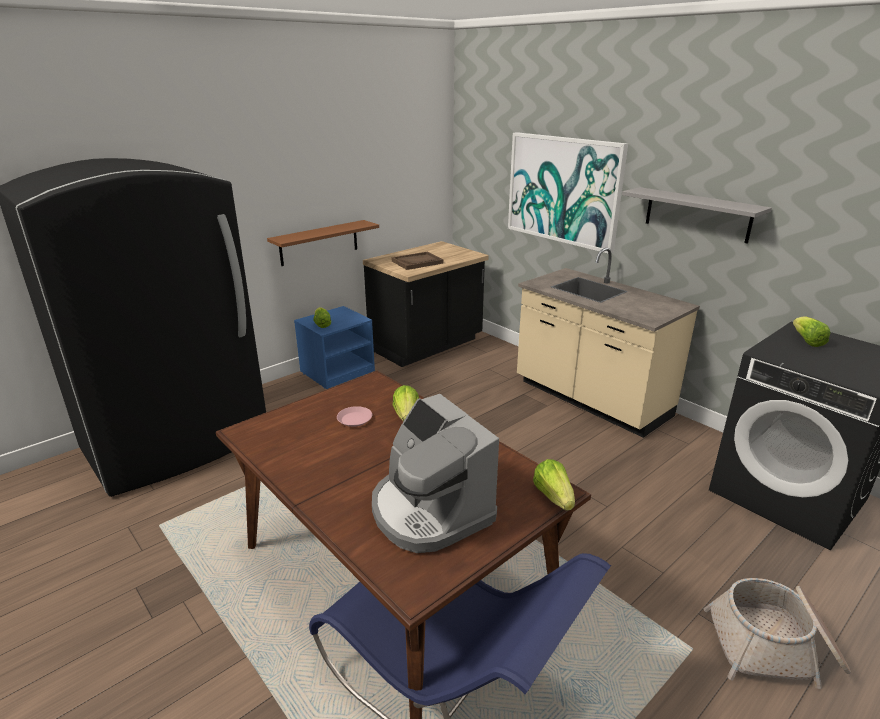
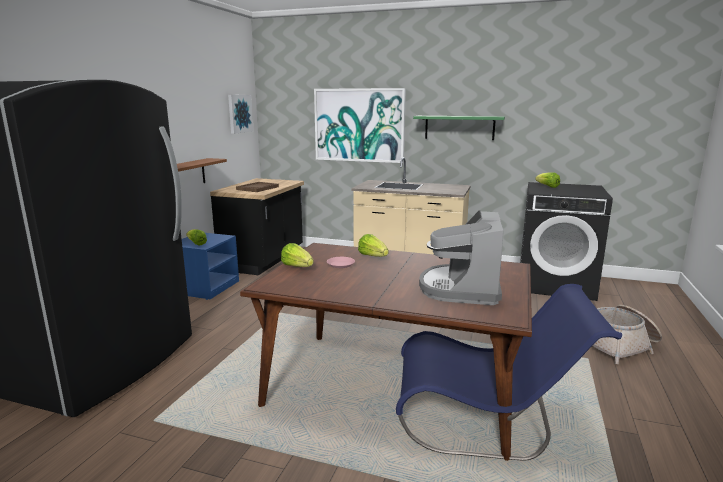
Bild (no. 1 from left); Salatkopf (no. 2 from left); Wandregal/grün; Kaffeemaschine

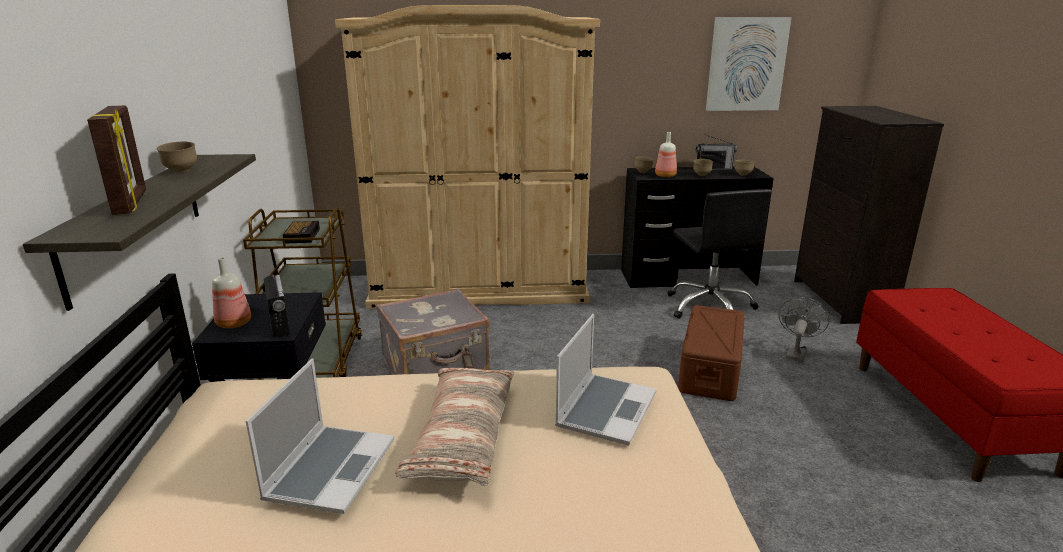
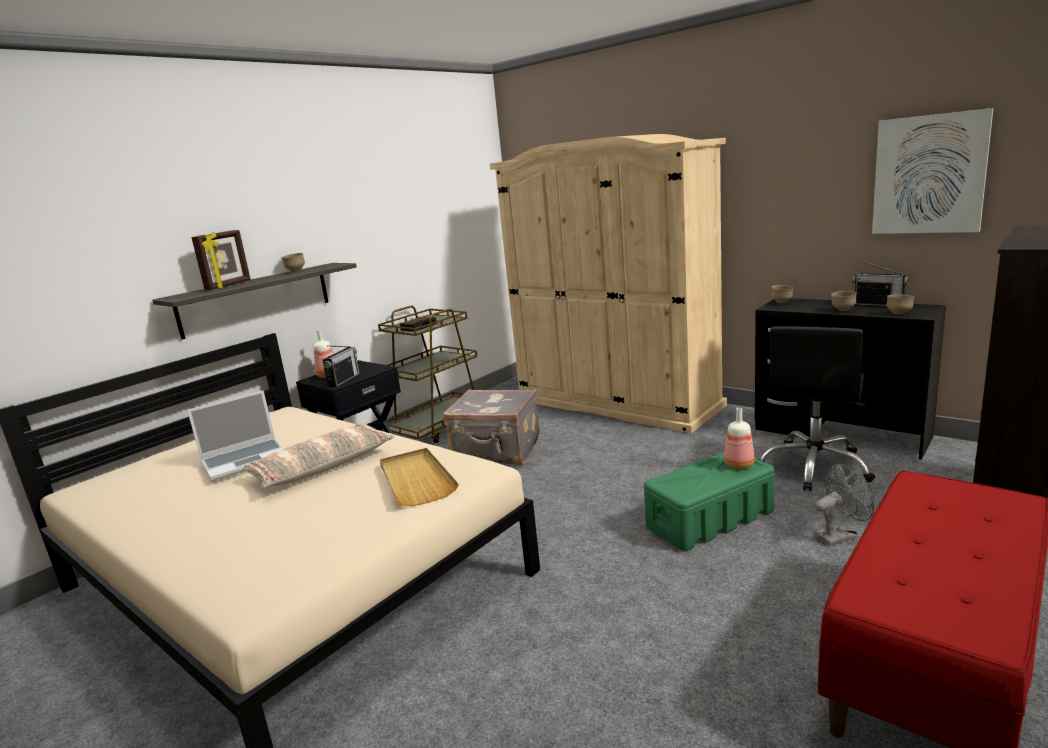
Tablett/beige; Aufbewahrungsbox/grün; Flasche (no. 2 from left)

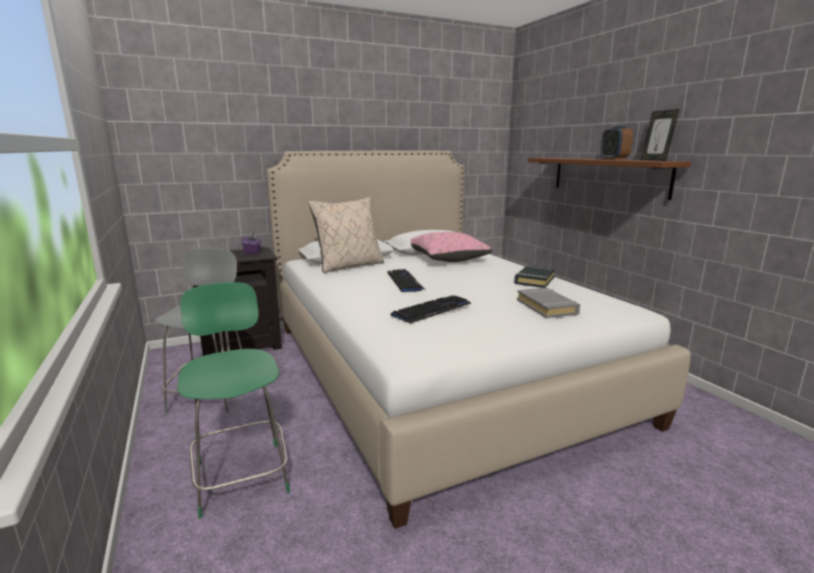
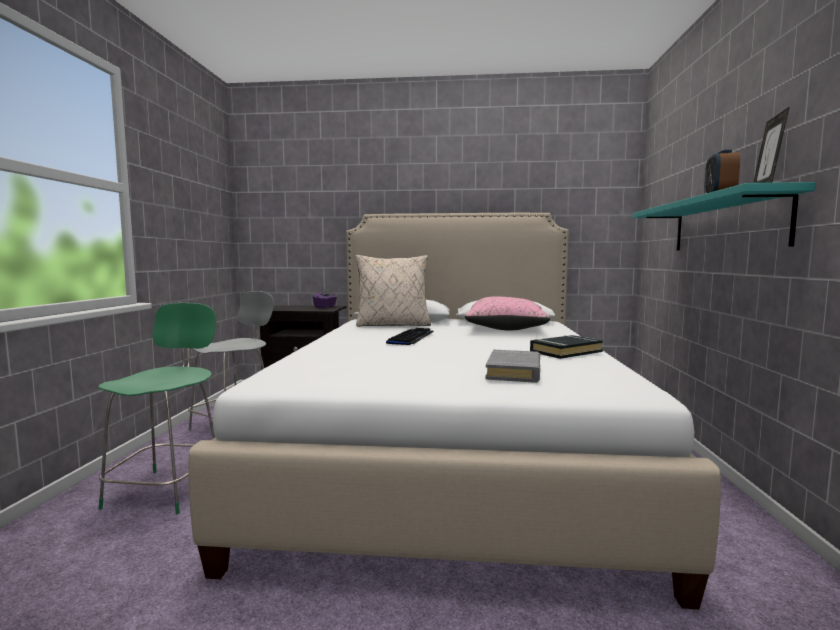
Wandregal/türkis; Tastatur (no. 2 from left in the first image)

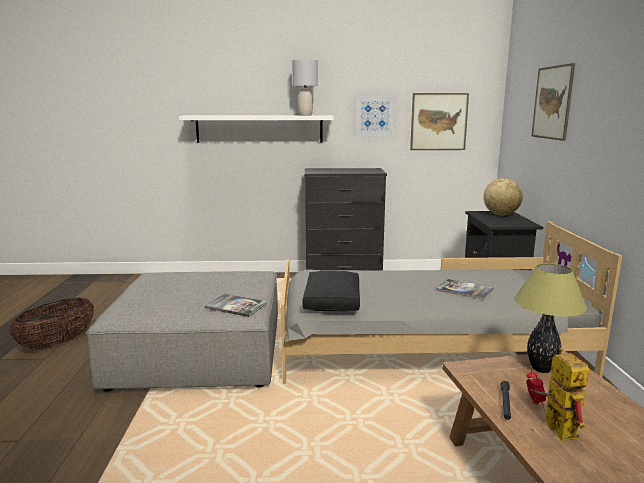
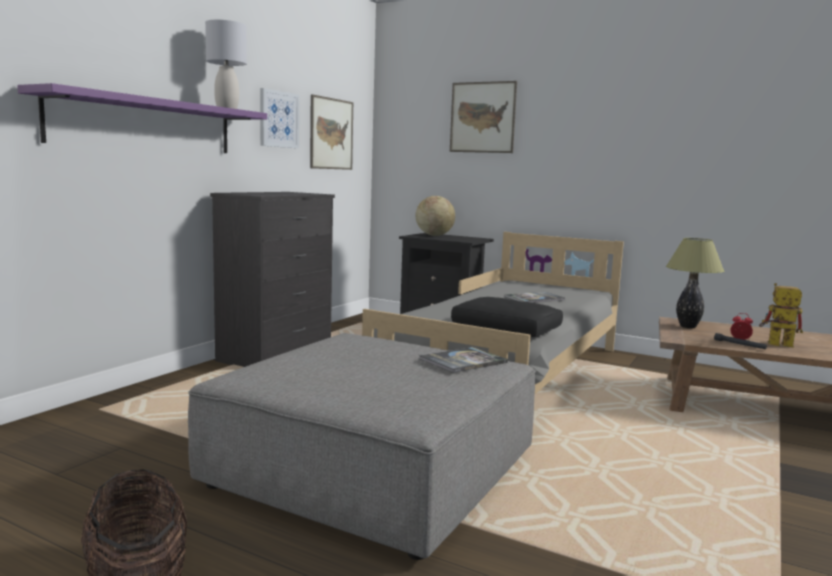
Wandregal/lila

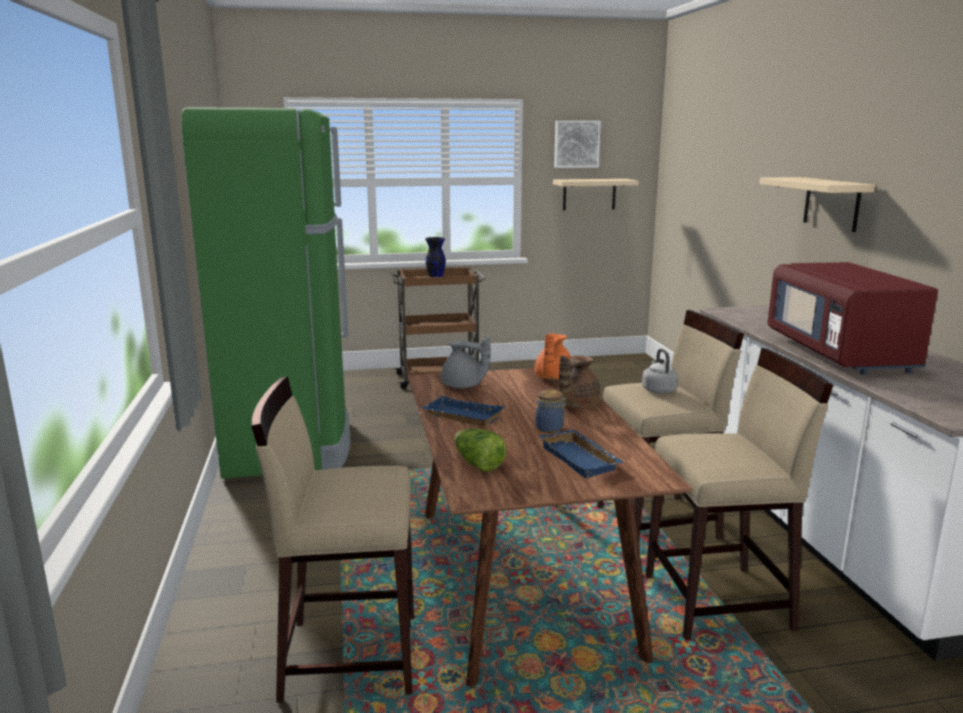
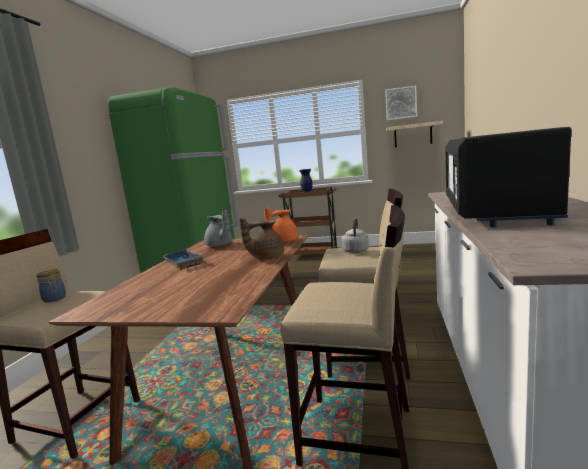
Vorratsglas; Mikrowelle/schwarz; Salatkopf; Tablett/blau (no. 2 from left in the first image); Wandregal/beige (no. 2 from left in the first image)

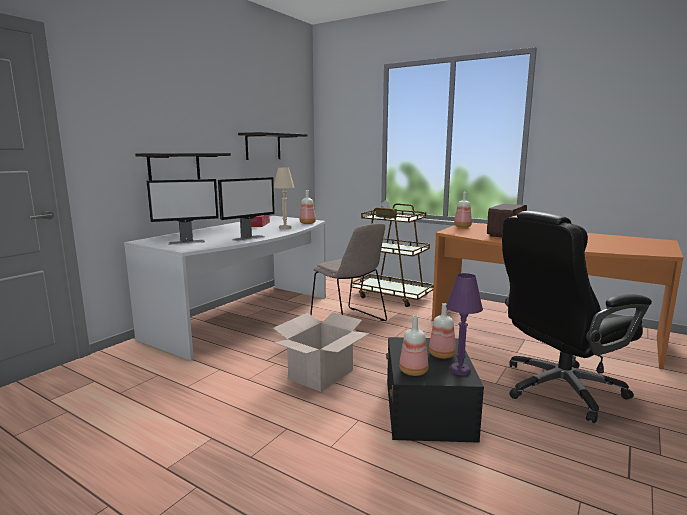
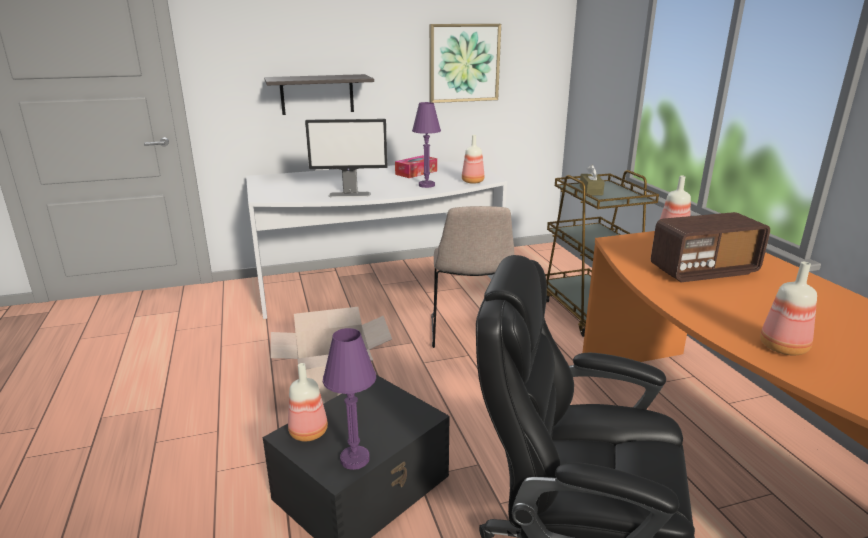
Tischlampe/lila (no. 2 from left); Bild; Flasche (no. 4 from left); Monitor (no. 1 from left in the first image)

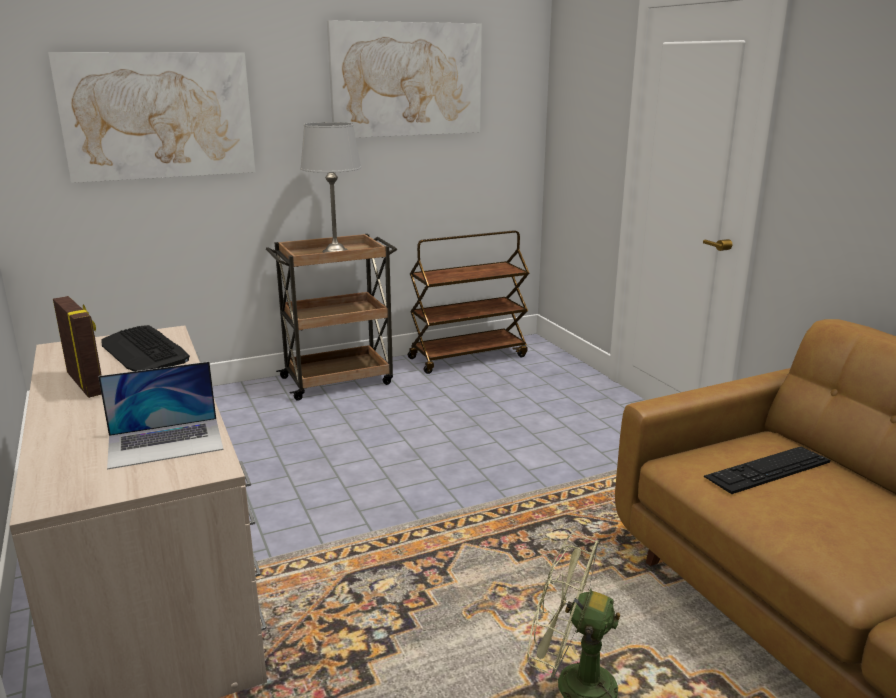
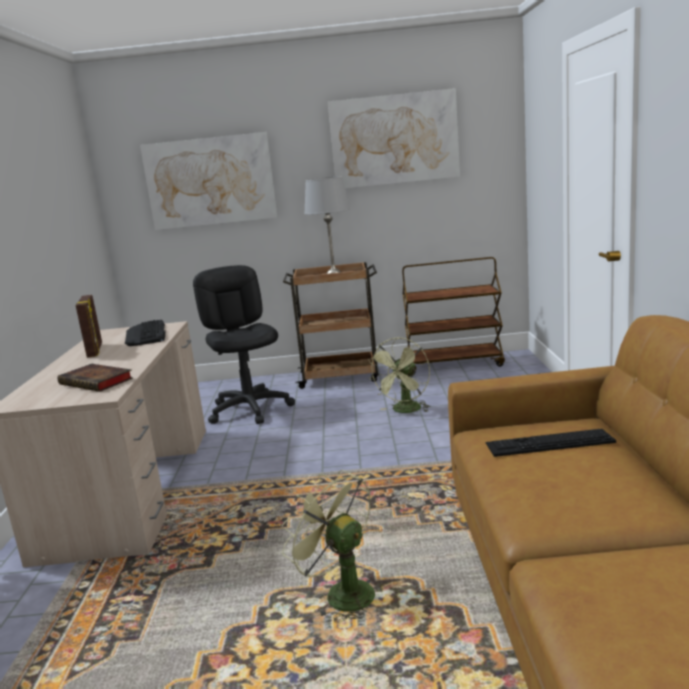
Buch; Bürostuhl/schwarz; Ventilator/grün (no. 2 from left)

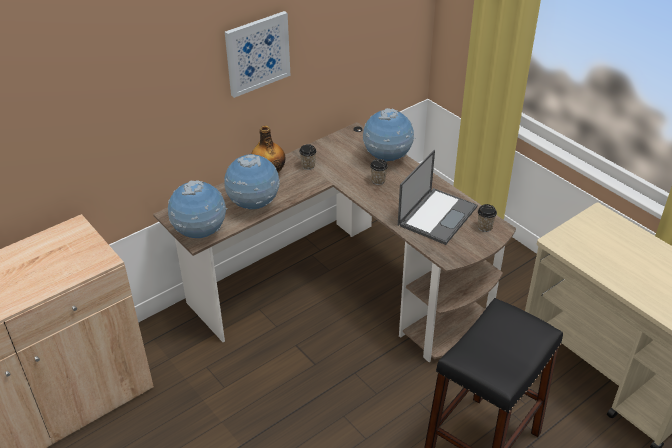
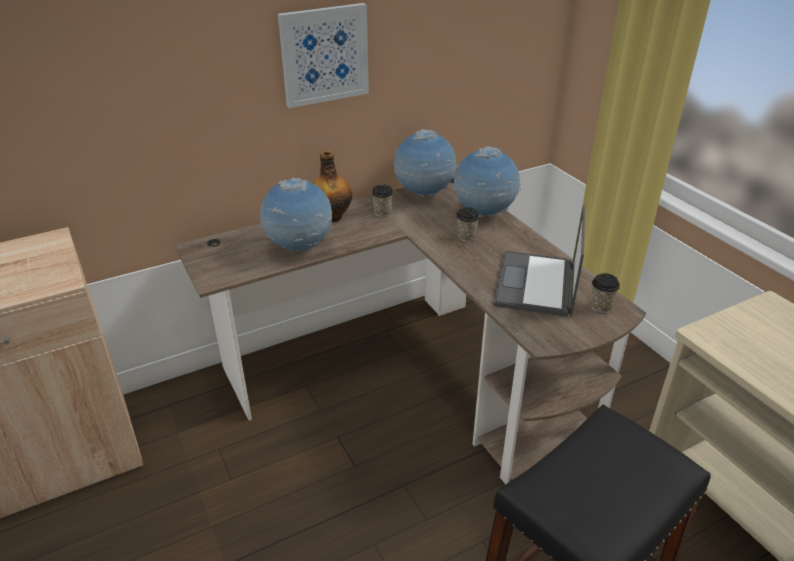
Globus (no. 2 from left); Laptop

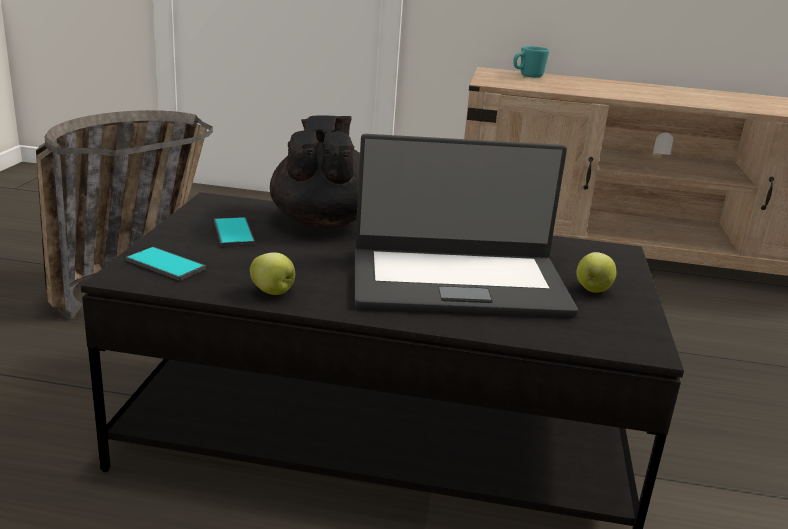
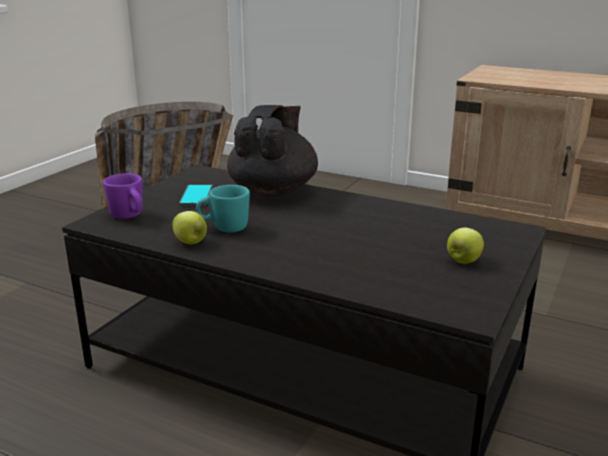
Henkelbecher/lila; Henkelbecher/türkis; Laptop

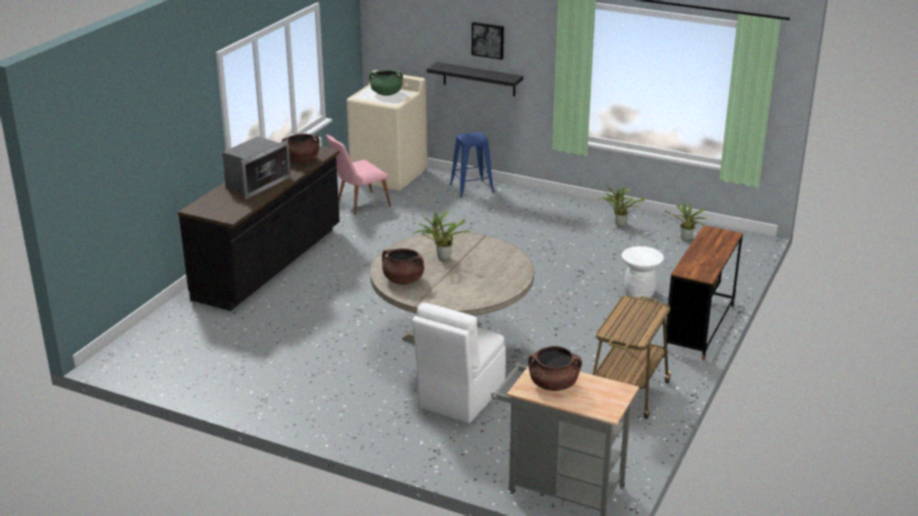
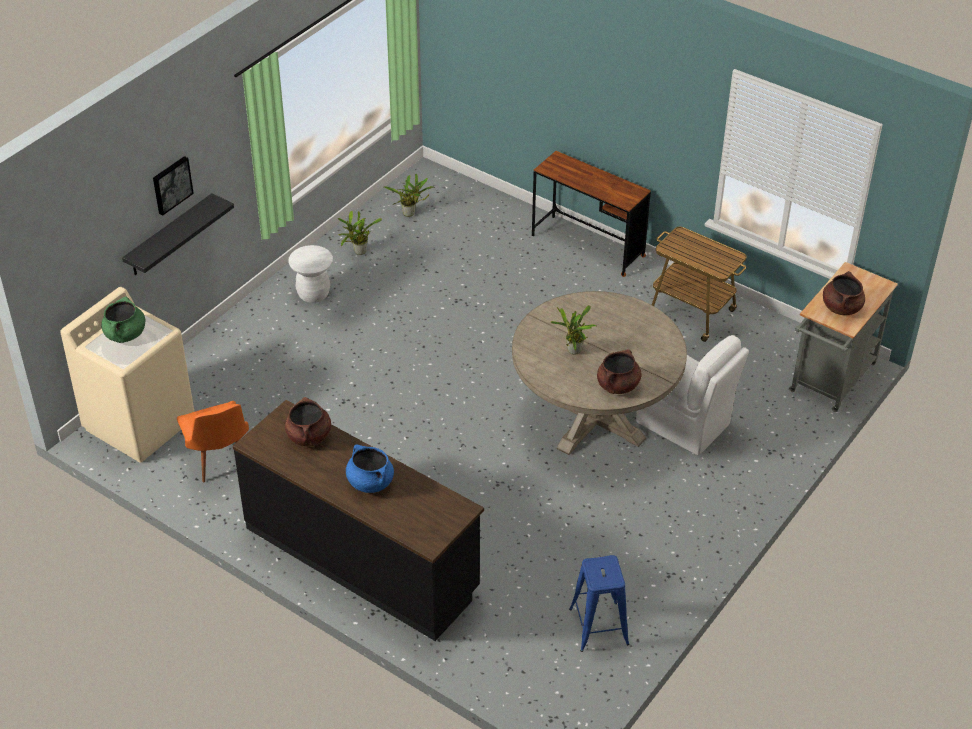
Stuhl/orange; Hocker/weiß; Kochtopf/blau; Hocker/blau

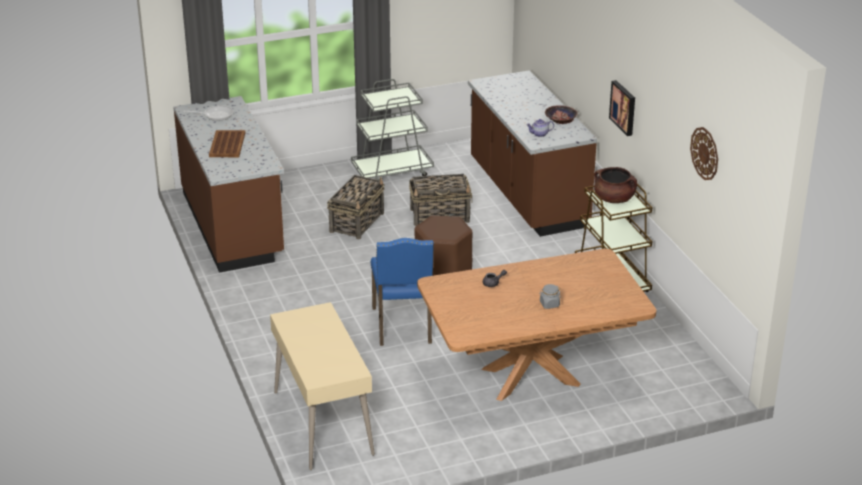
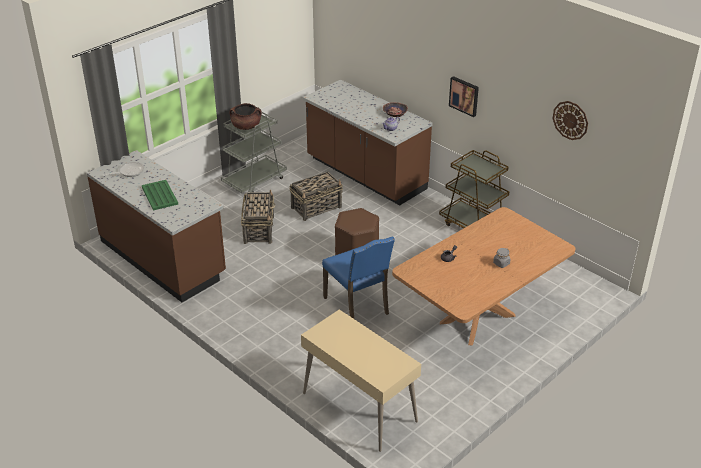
Tablett/grün; Kochtopf/braun

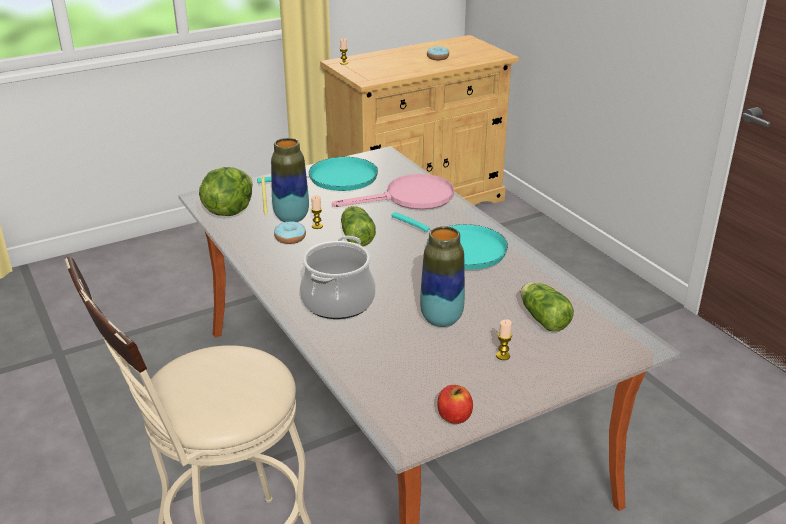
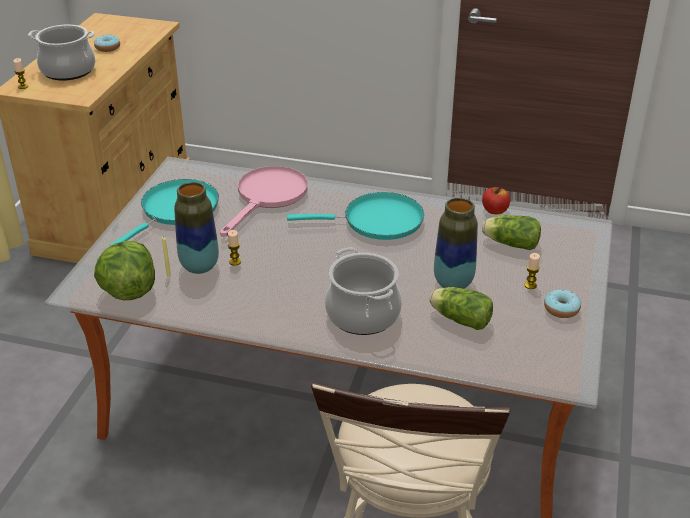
Kochtopf (no. 1 from left); Salatkopf (no. 2 from left); Apfel; Donut (no. 2 from left)

